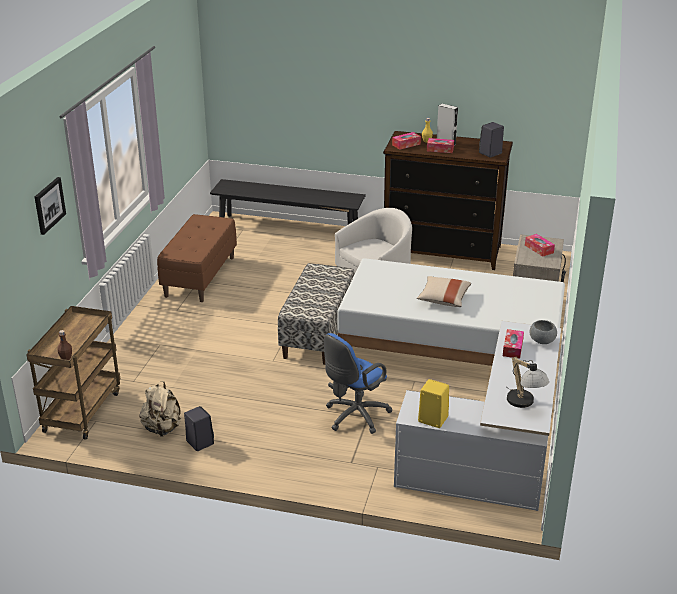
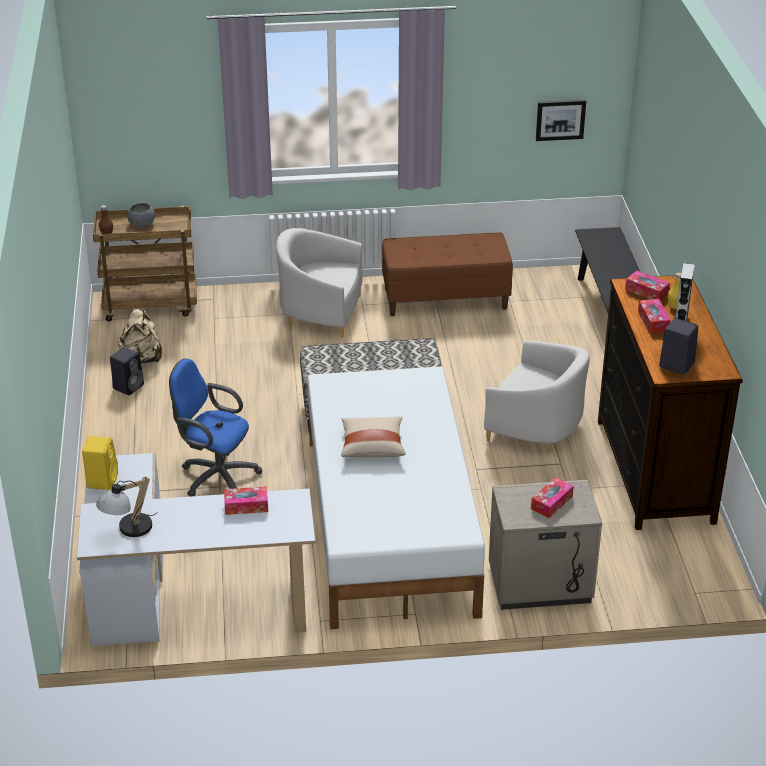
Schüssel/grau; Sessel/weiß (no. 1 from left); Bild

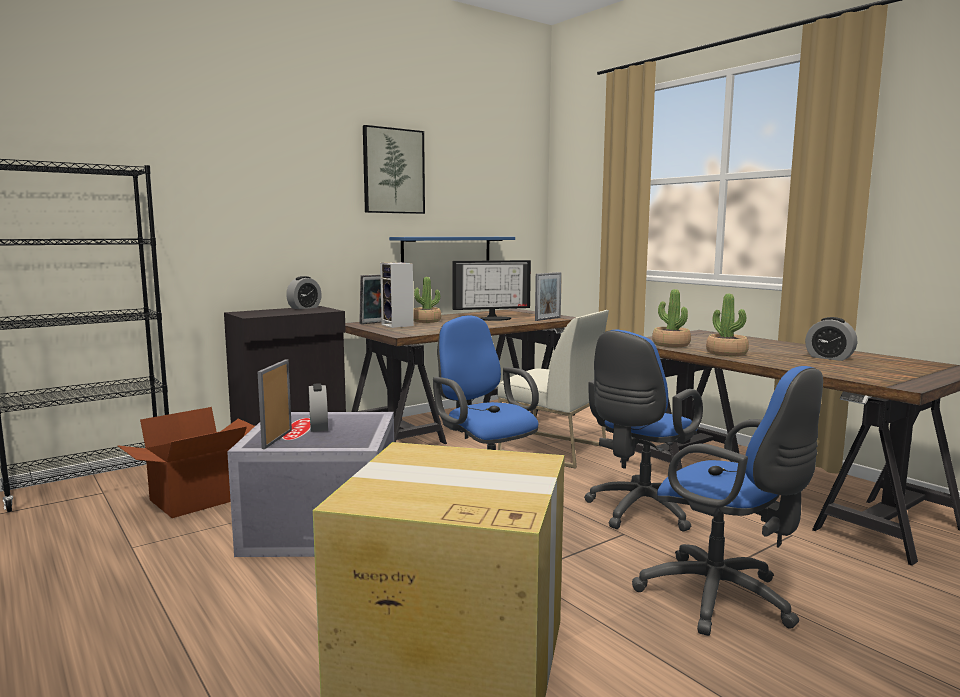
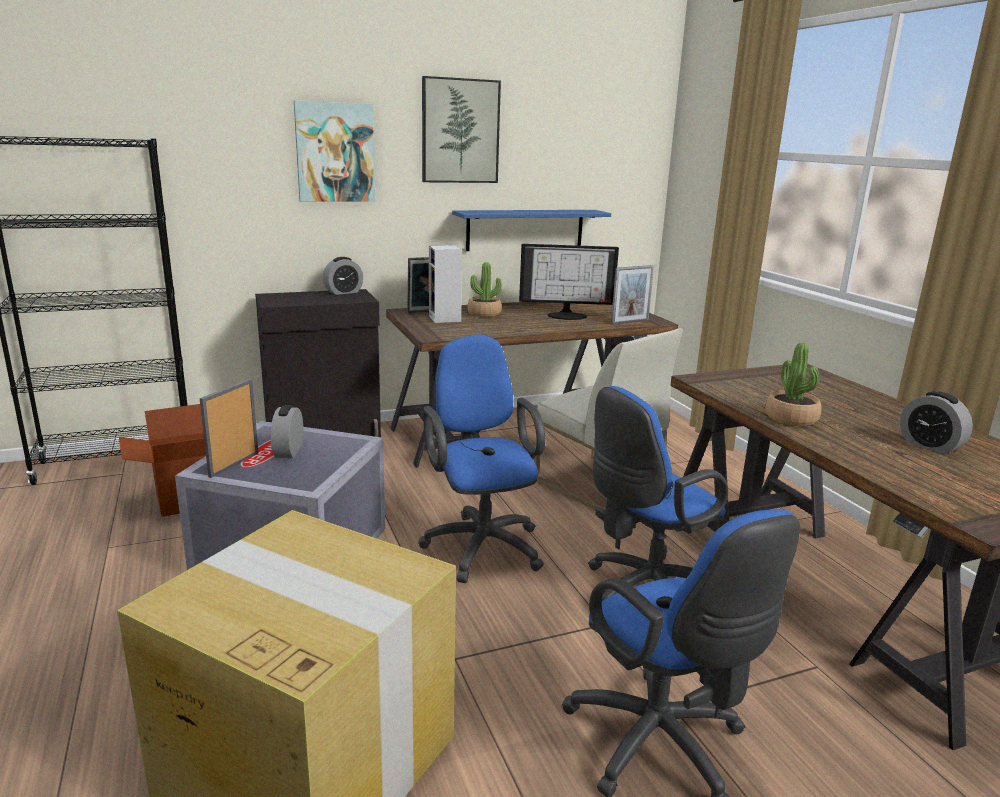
Bild (no. 1 from left); Topfpflanze (no. 2 from left in the first image)

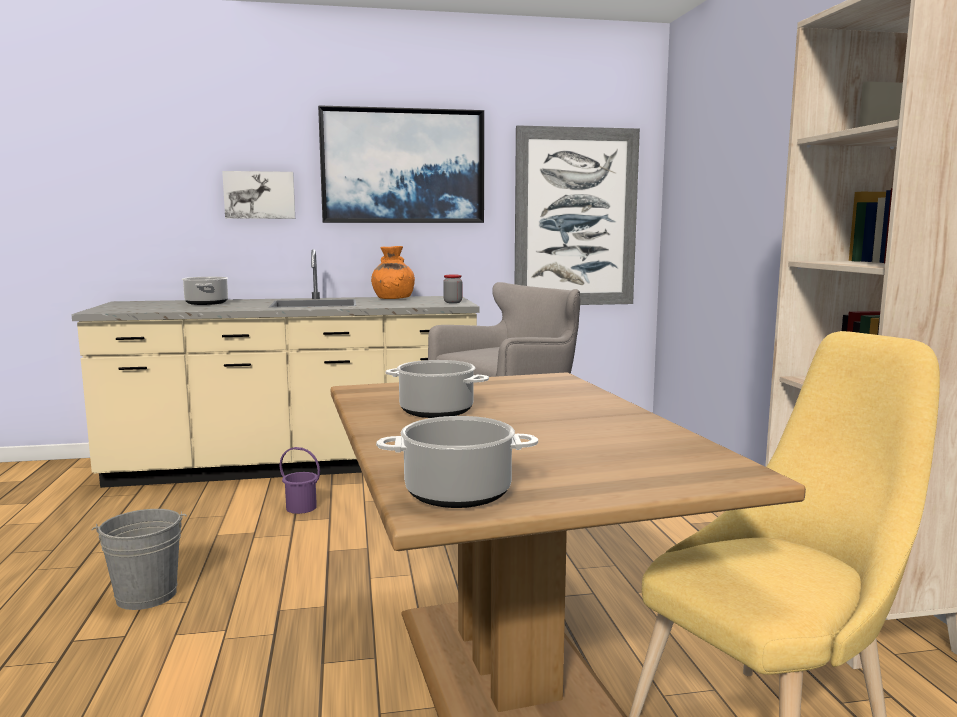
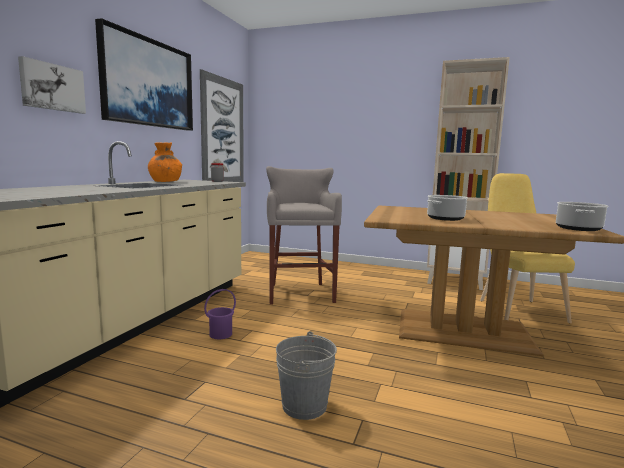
Kochtopf (no. 1 from left in the first image)

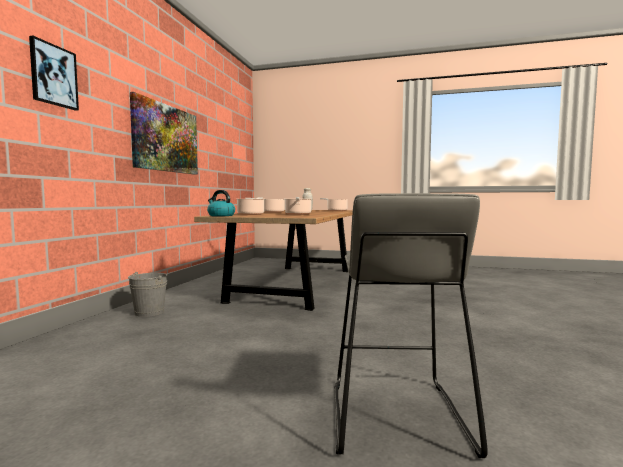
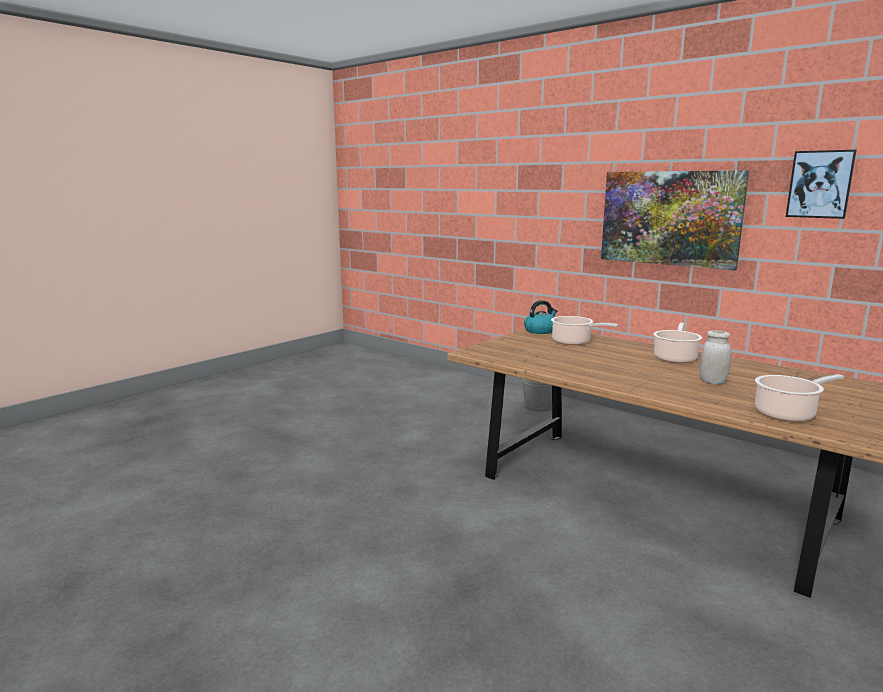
Bild (no. 2 from left); Kochtopf (no. 3 from left in the first image); Hocker/grau

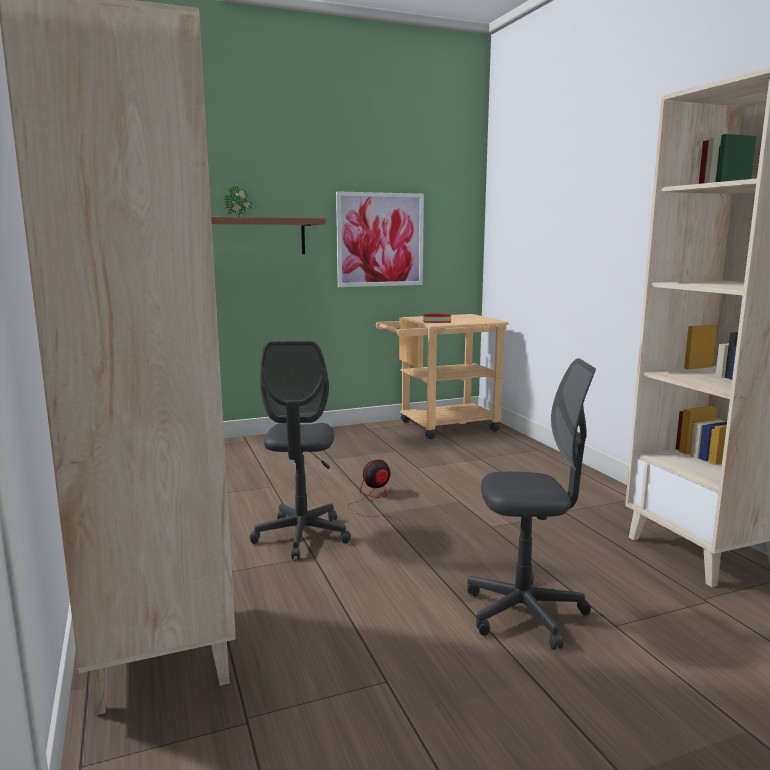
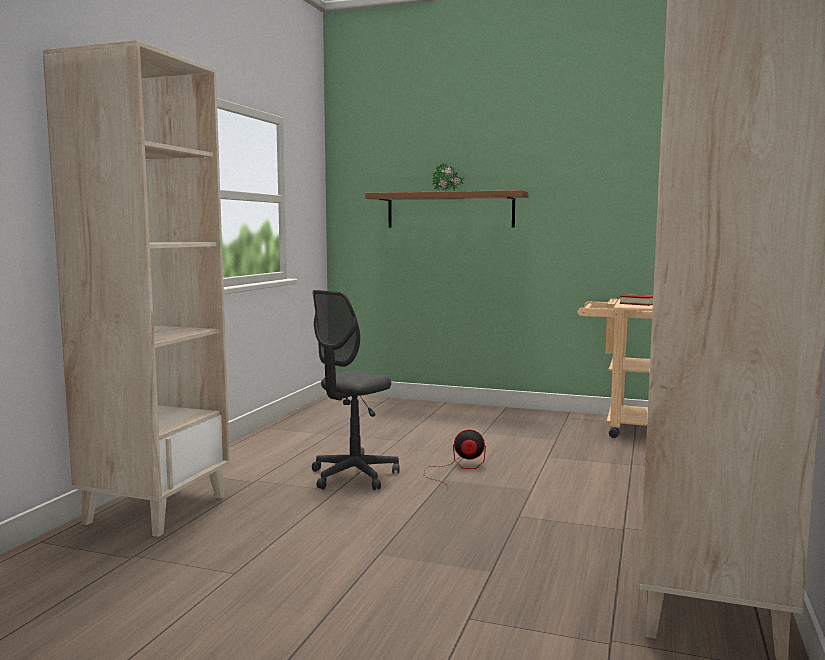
Bild; Bürostuhl/grau (no. 2 from left in the first image)

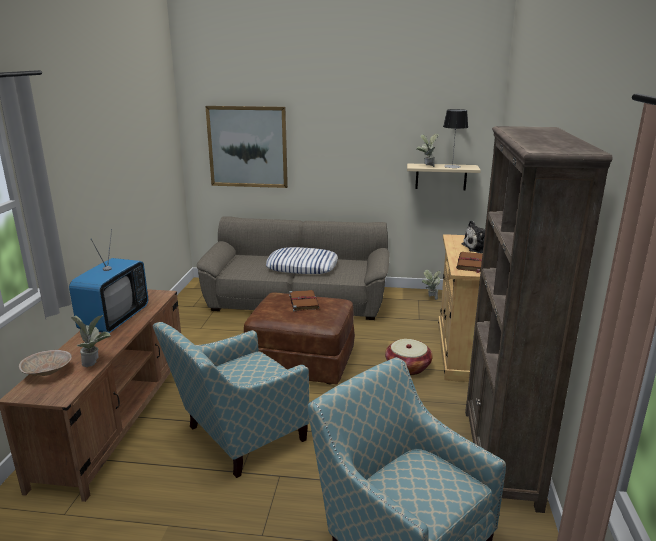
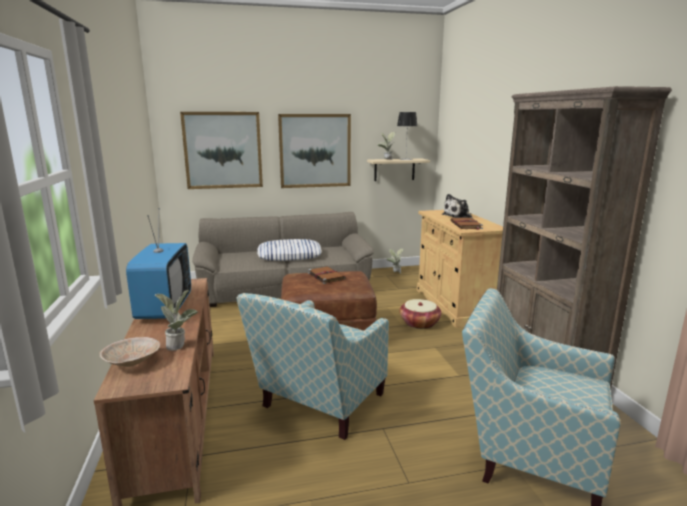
Bild (no. 2 from left)

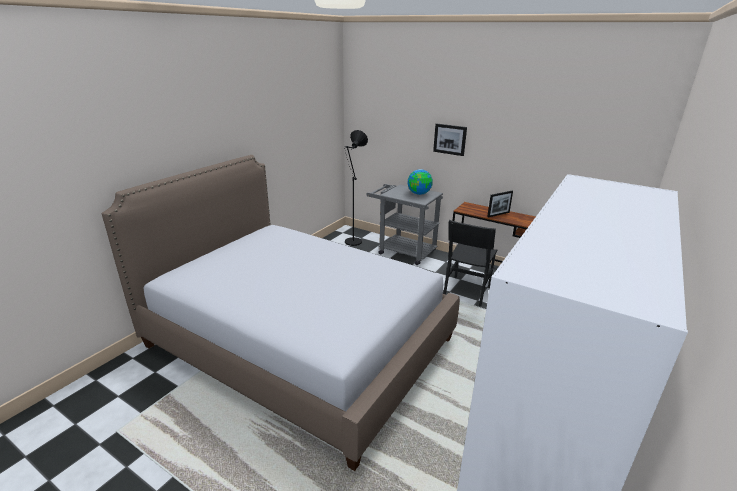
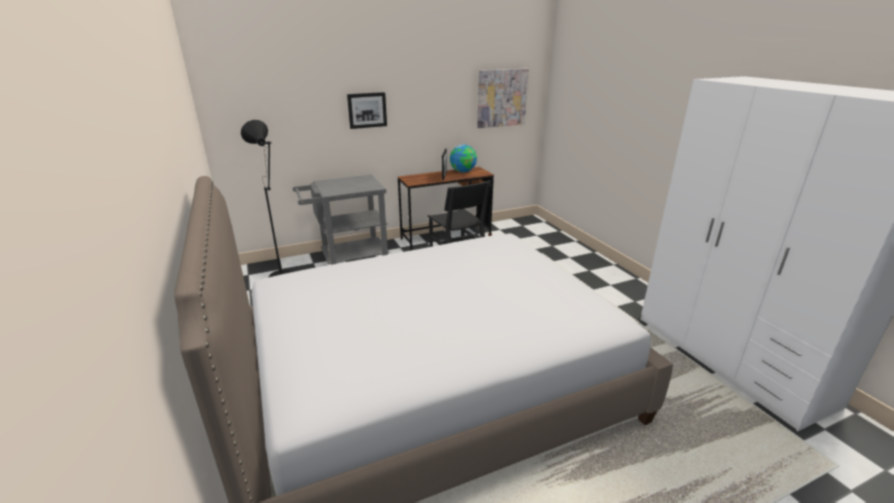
Globus; Bild (no. 2 from left)

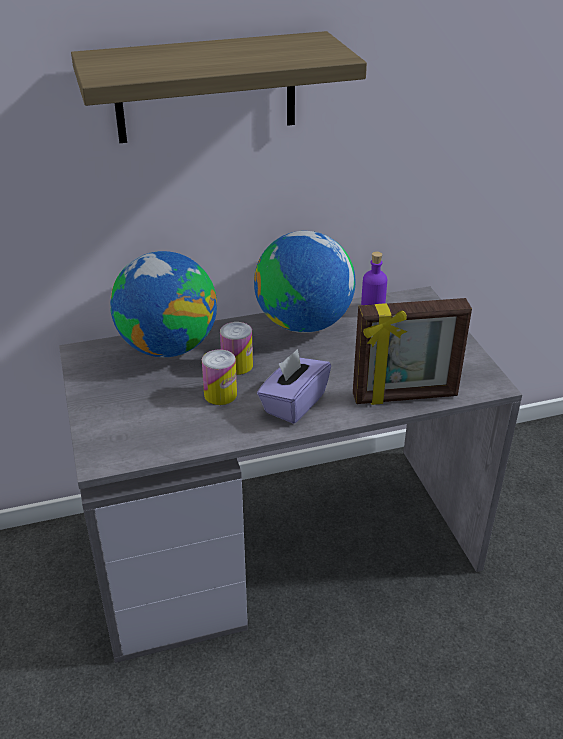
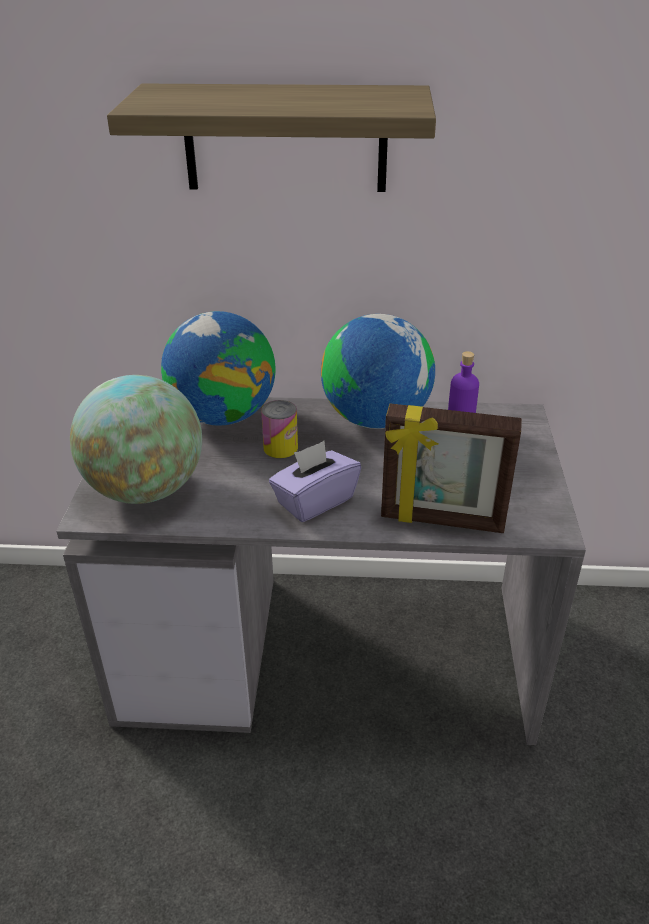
Globus (no. 1 from left); Dose (no. 1 from left in the first image)

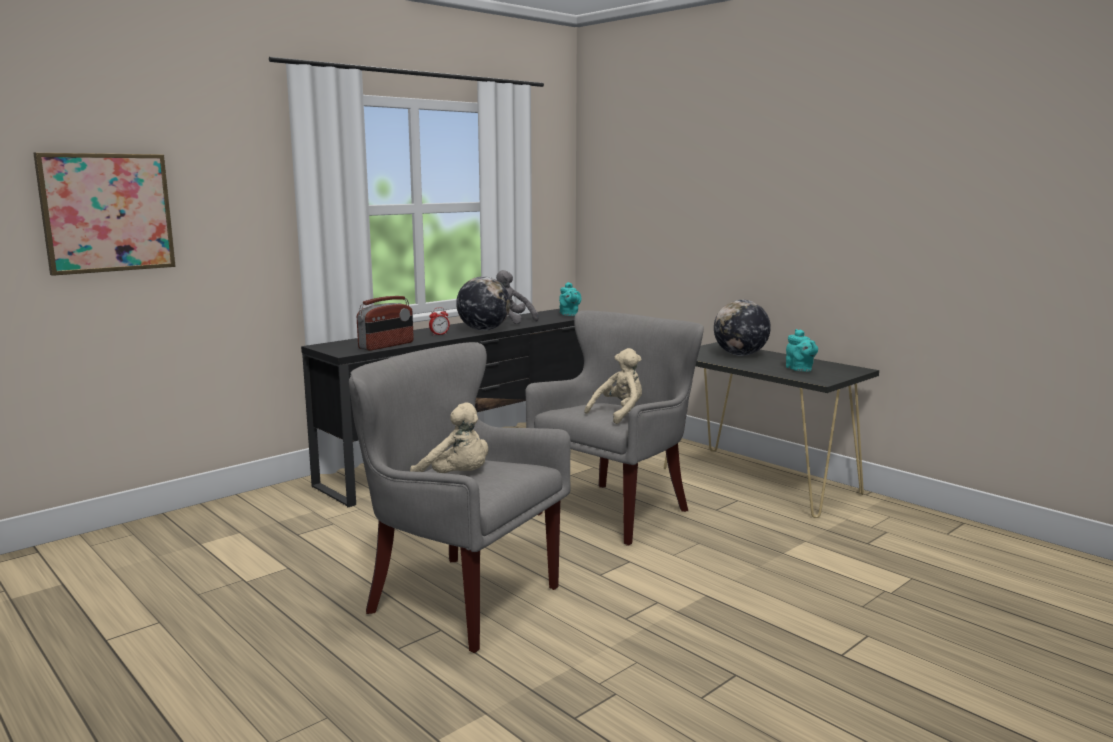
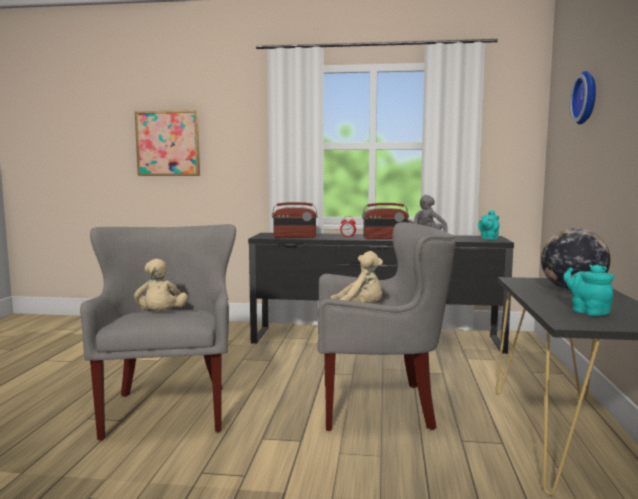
Radio (no. 2 from left); Teekanne/türkis (no. 2 from left); Wanduhr

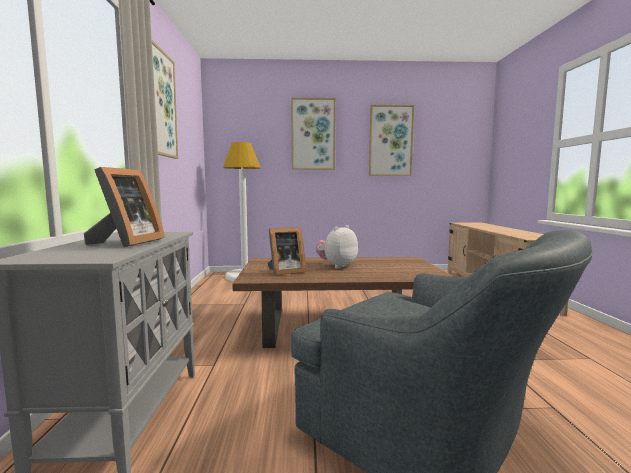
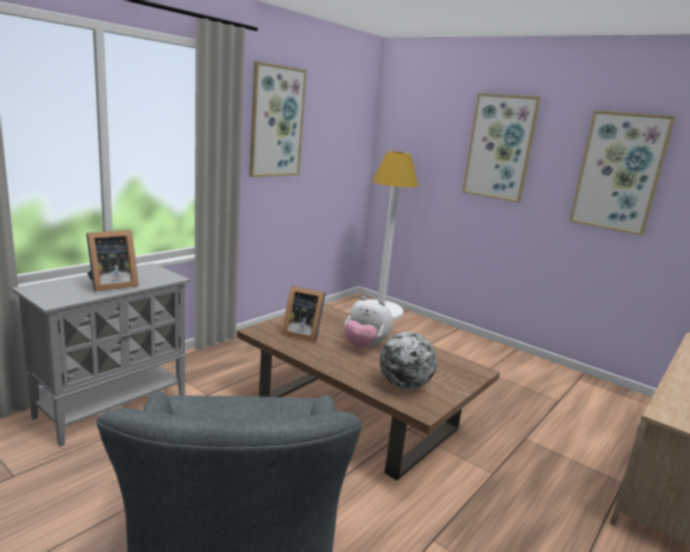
Plüschtier; Globus

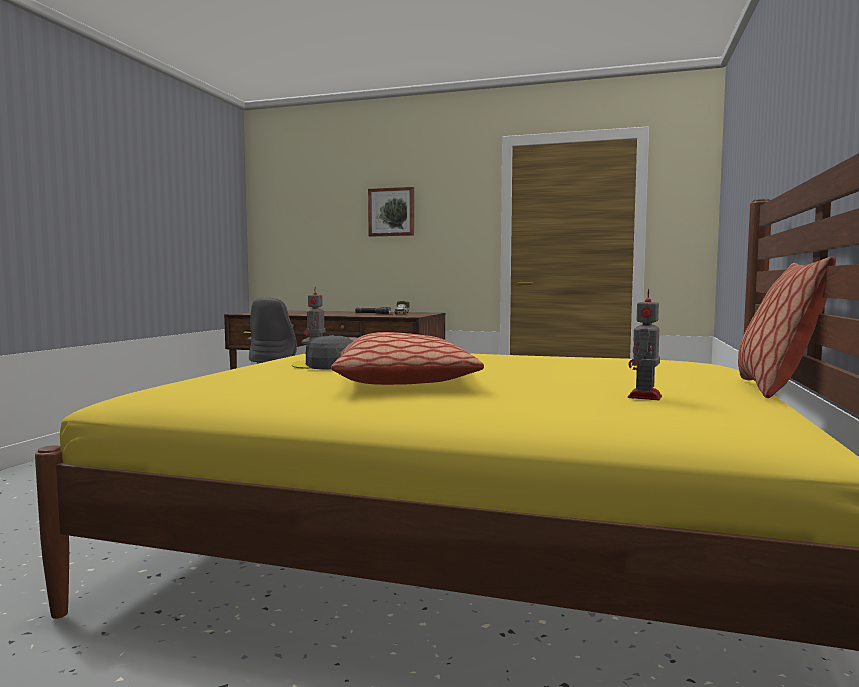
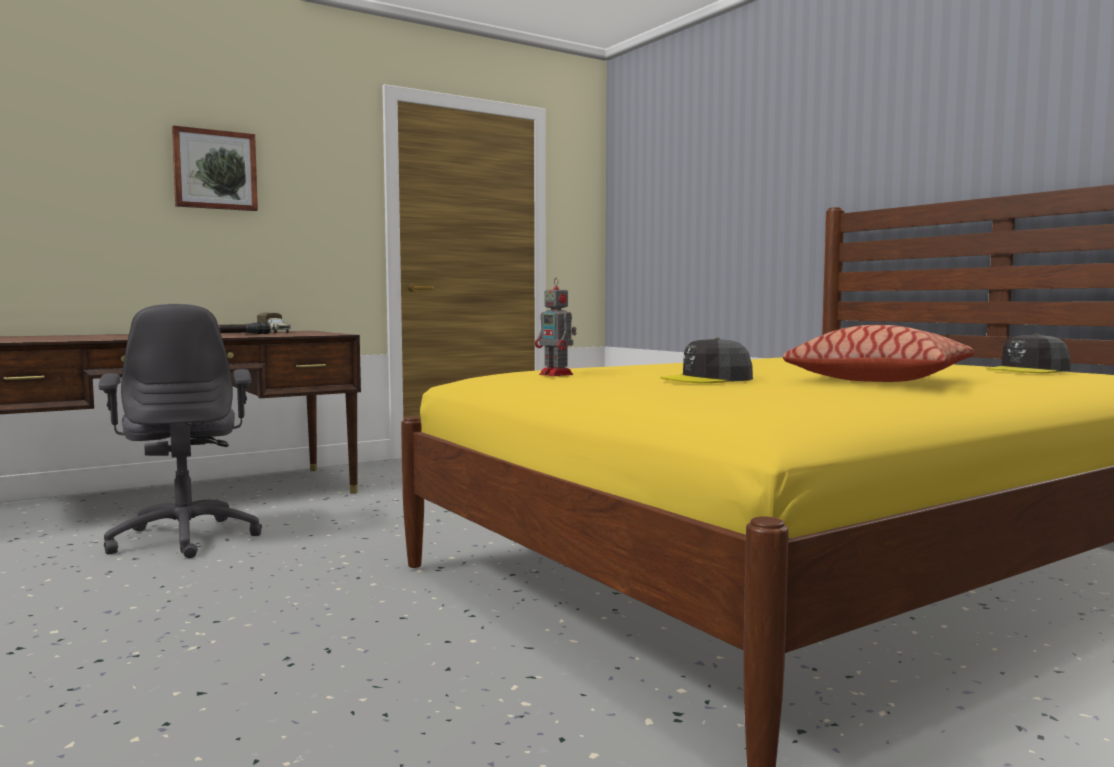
Kappe/grau (no. 2 from left); Kissen (no. 2 from left in the first image)

